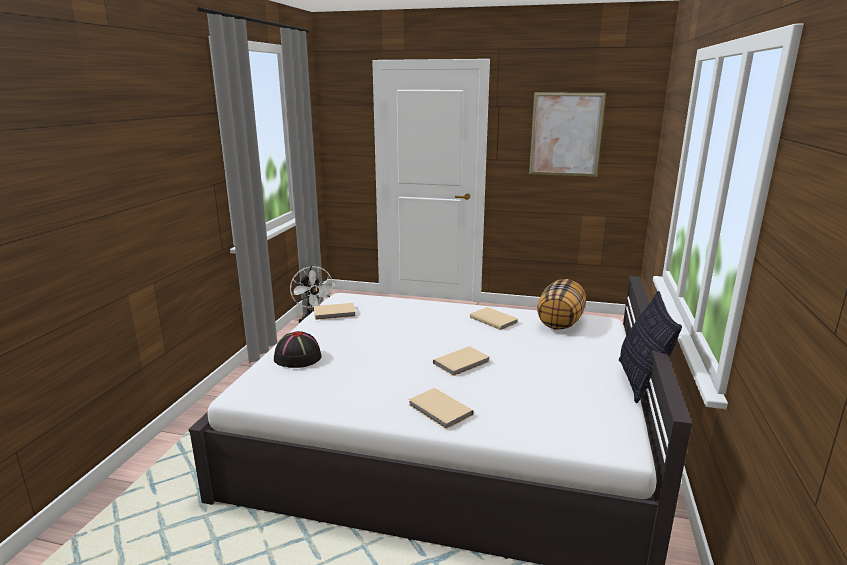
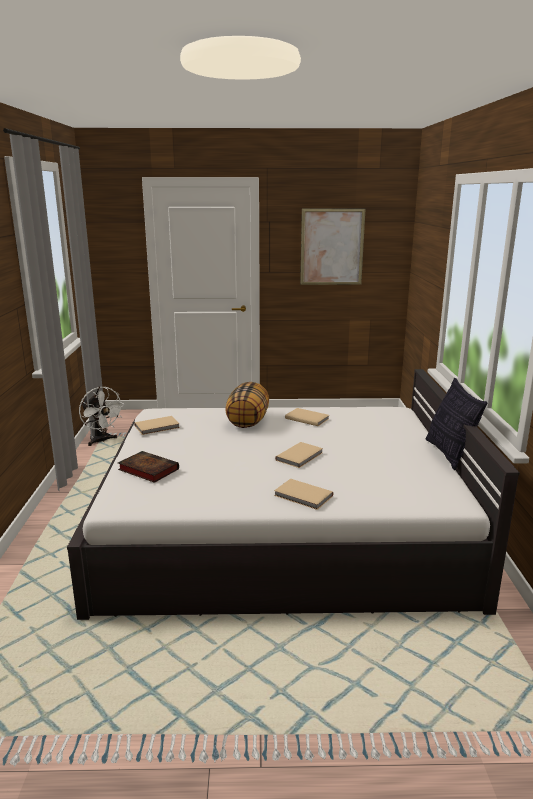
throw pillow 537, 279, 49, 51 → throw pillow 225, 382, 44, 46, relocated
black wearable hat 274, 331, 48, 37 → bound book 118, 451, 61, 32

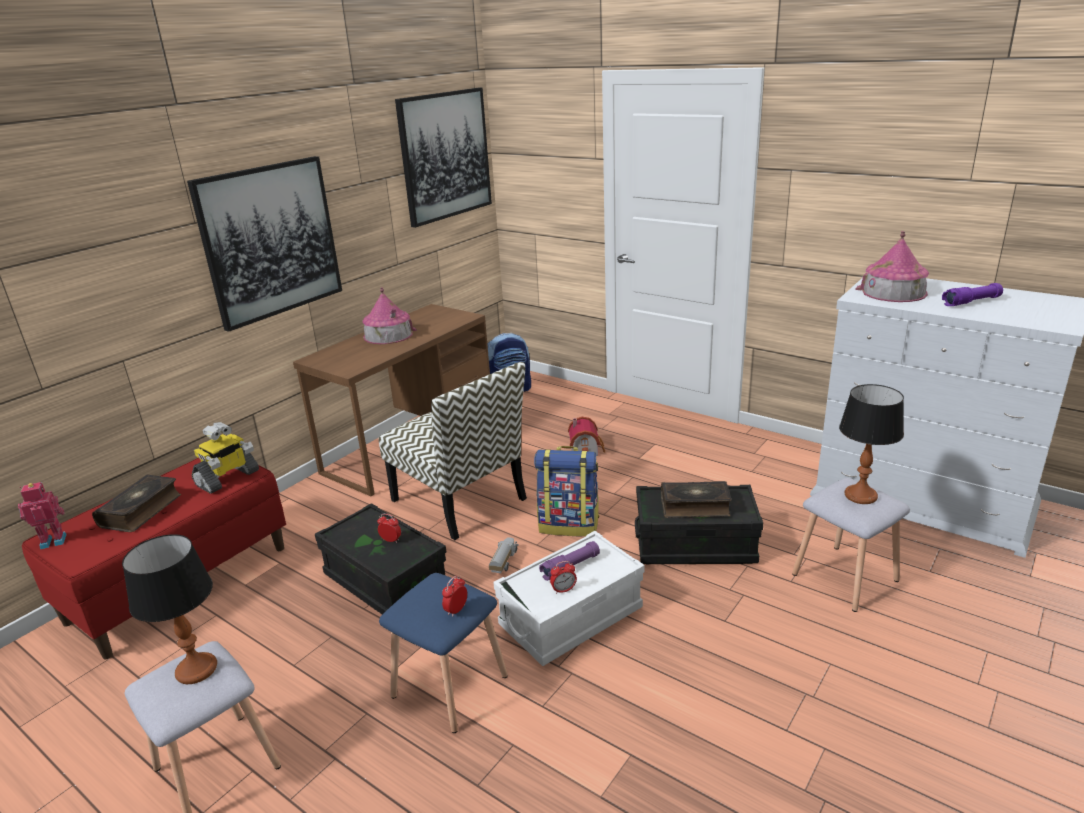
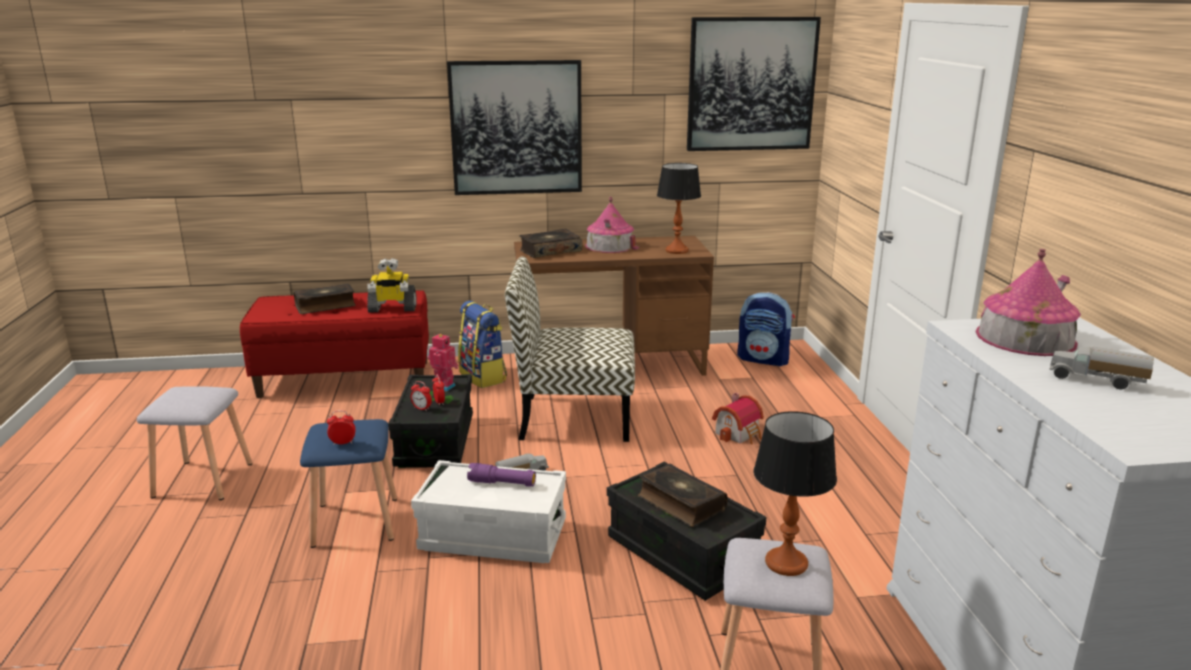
purple torch 942, 283, 61, 23 → model truck 1049, 347, 105, 42
chair 379, 362, 148, 178 → chair 505, 256, 130, 186, 90 degrees clockwise
rucksack 534, 446, 65, 90 → rucksack 458, 301, 49, 87, relocated
toy robot 18, 482, 49, 67 → toy robot 428, 334, 31, 58, relocated
table lamp 122, 534, 95, 150 → table lamp 657, 163, 44, 91, relocated
table clock 550, 561, 27, 33 → table clock 410, 381, 22, 30, relocated
- → bound book 519, 229, 64, 29

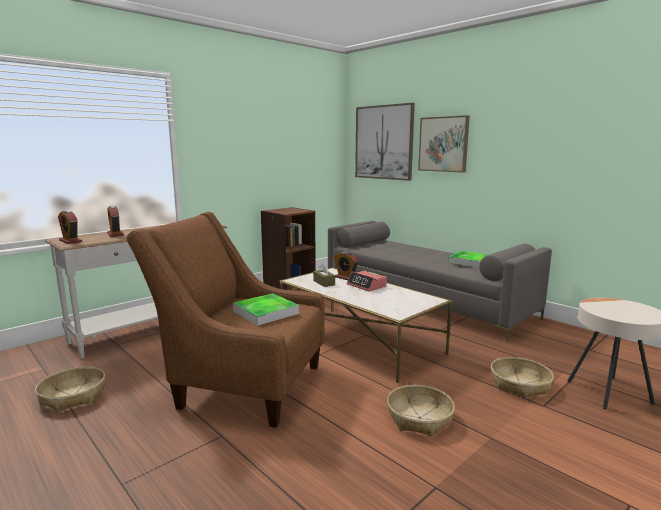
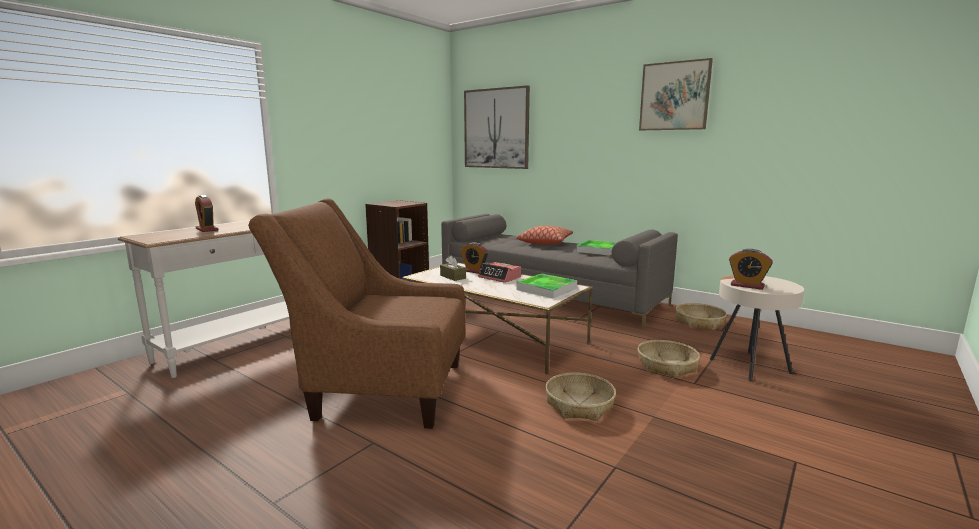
wall art 418, 115, 52, 58 → wall art 639, 58, 74, 72, relocated
table clock 58, 210, 24, 34 → table clock 729, 249, 44, 41, relocated
tray 233, 293, 66, 33 → tray 516, 273, 61, 25, relocated
storage basket 35, 367, 70, 45 → storage basket 676, 303, 51, 27, relocated
- → throw pillow 516, 226, 57, 19

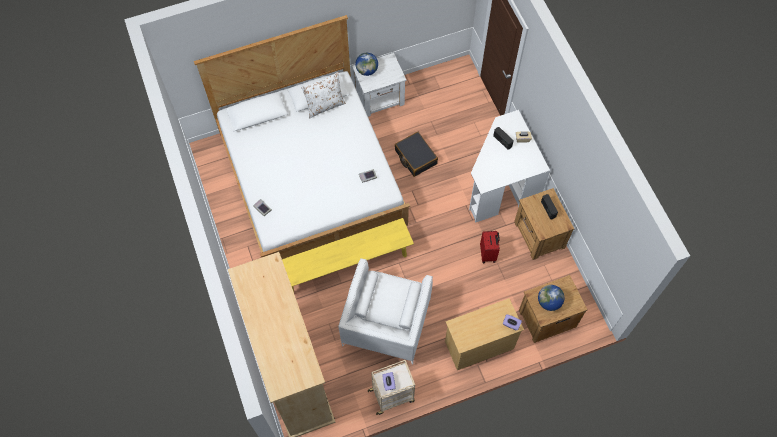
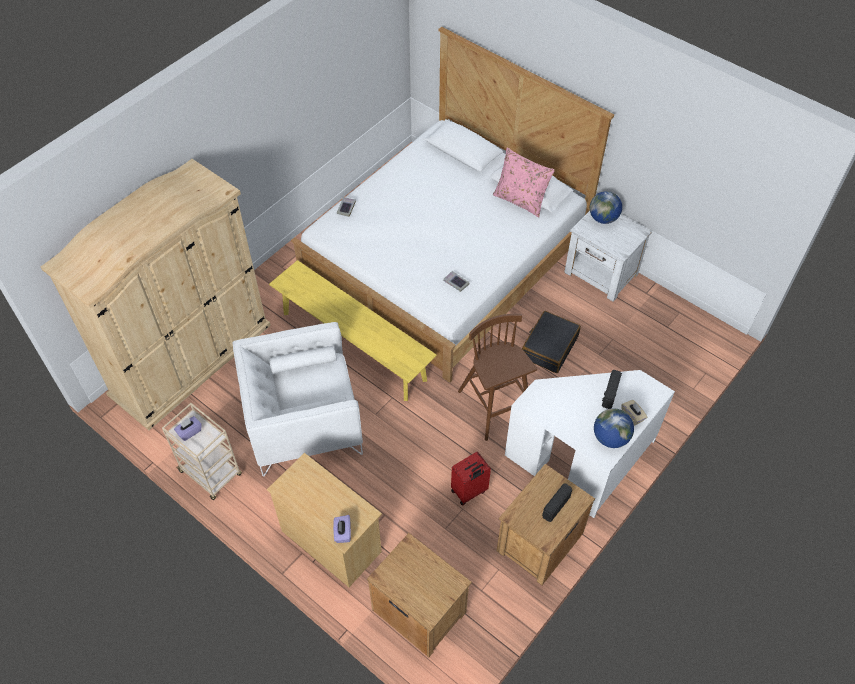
white throw pillow 301, 72, 45, 46 → pink-coloured throw pillow 493, 148, 62, 69
world globe 538, 285, 26, 26 → world globe 594, 408, 40, 40, relocated
- → brownish stool seat 458, 314, 79, 127

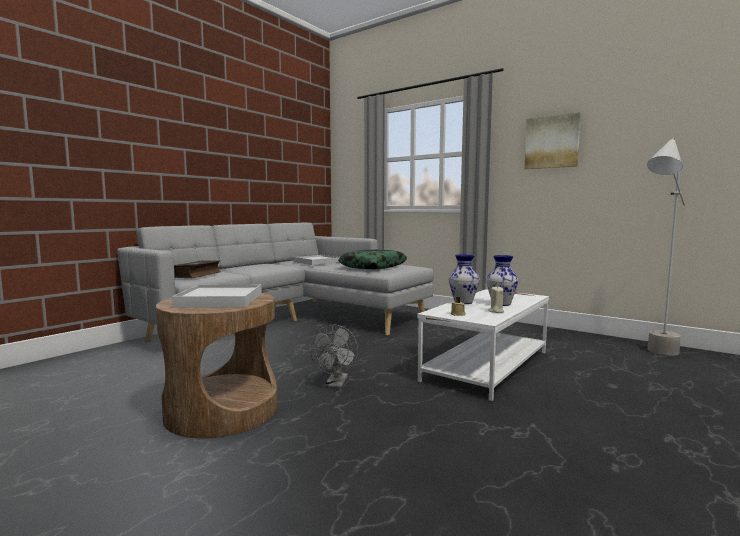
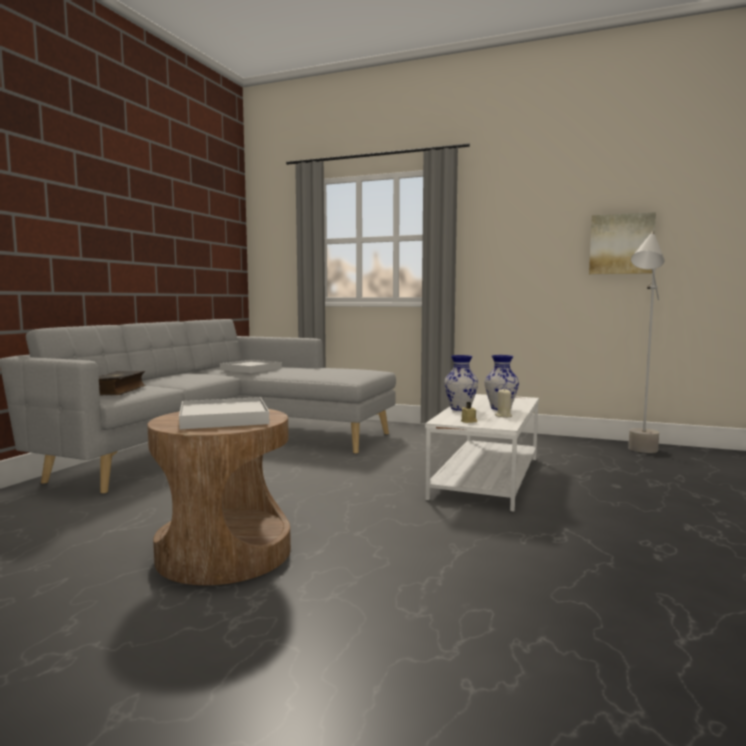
wall art 524, 112, 57, 57 → wall art 589, 212, 67, 62, relocated
throw pillow 338, 249, 69, 20 → -
gray electric fan 310, 325, 48, 63 → -

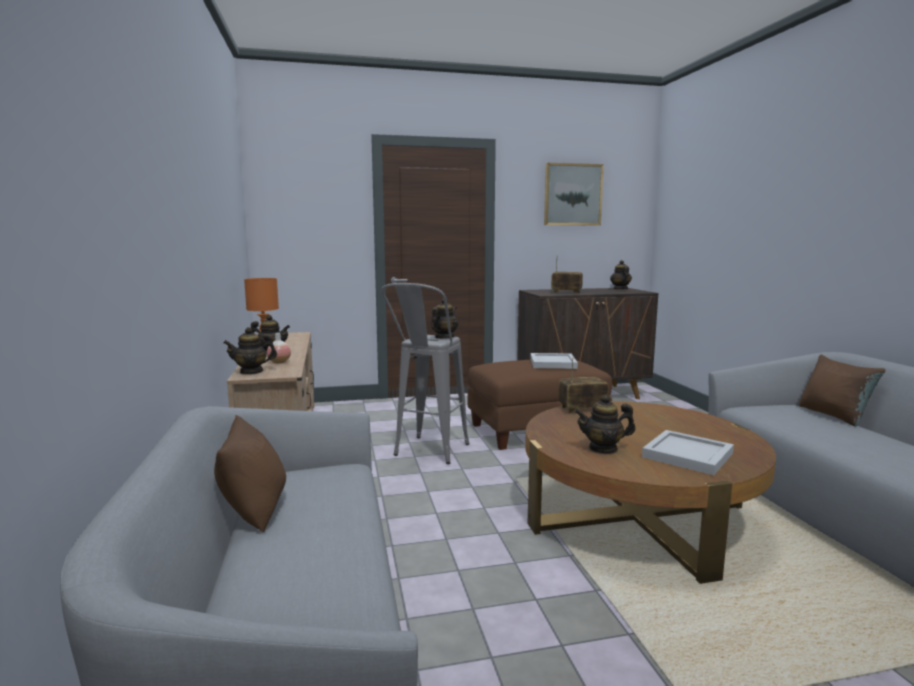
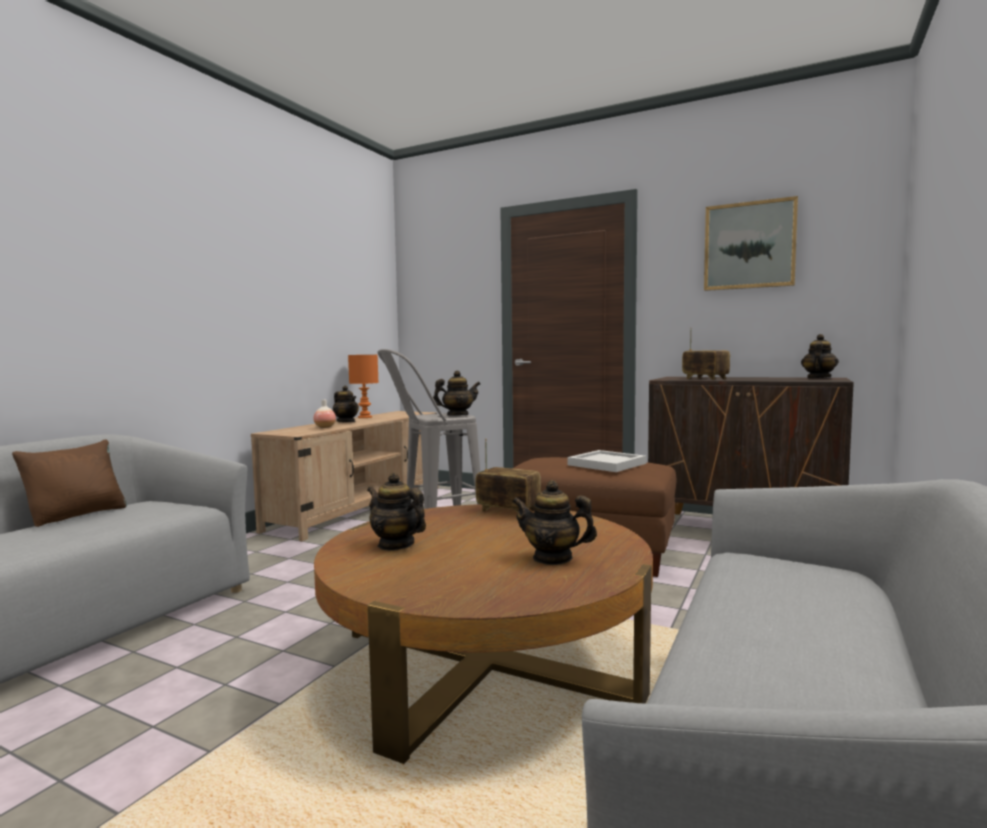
teapot 223, 327, 54, 48 → teapot 512, 480, 85, 85, relocated
brownish throw pillow 799, 354, 87, 73 → -
white tray 642, 430, 92, 45 → -

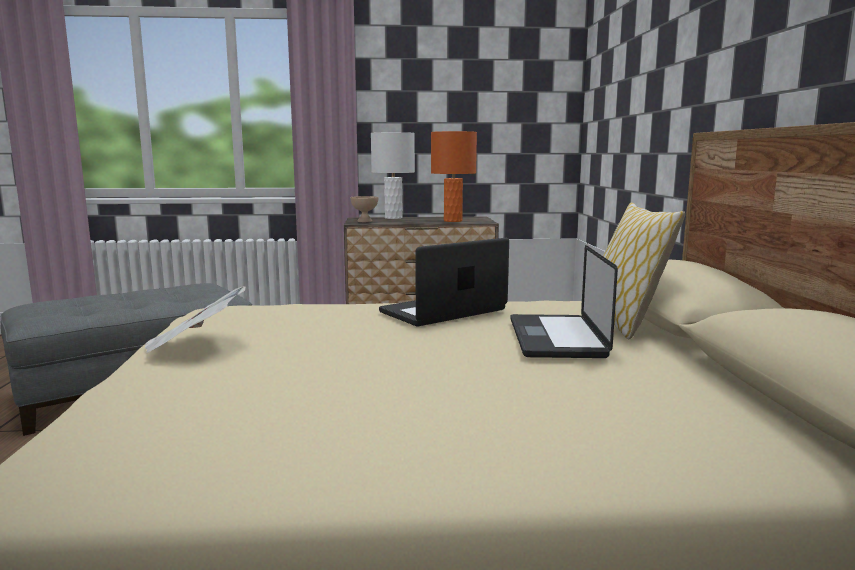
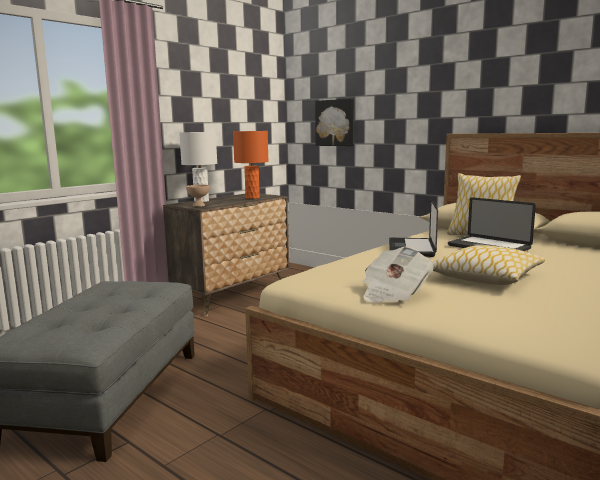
- → wall art 315, 99, 39, 47
- → throw pillow 432, 245, 113, 40

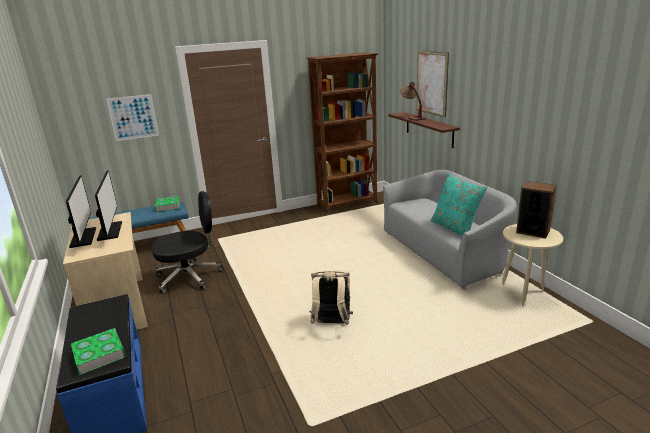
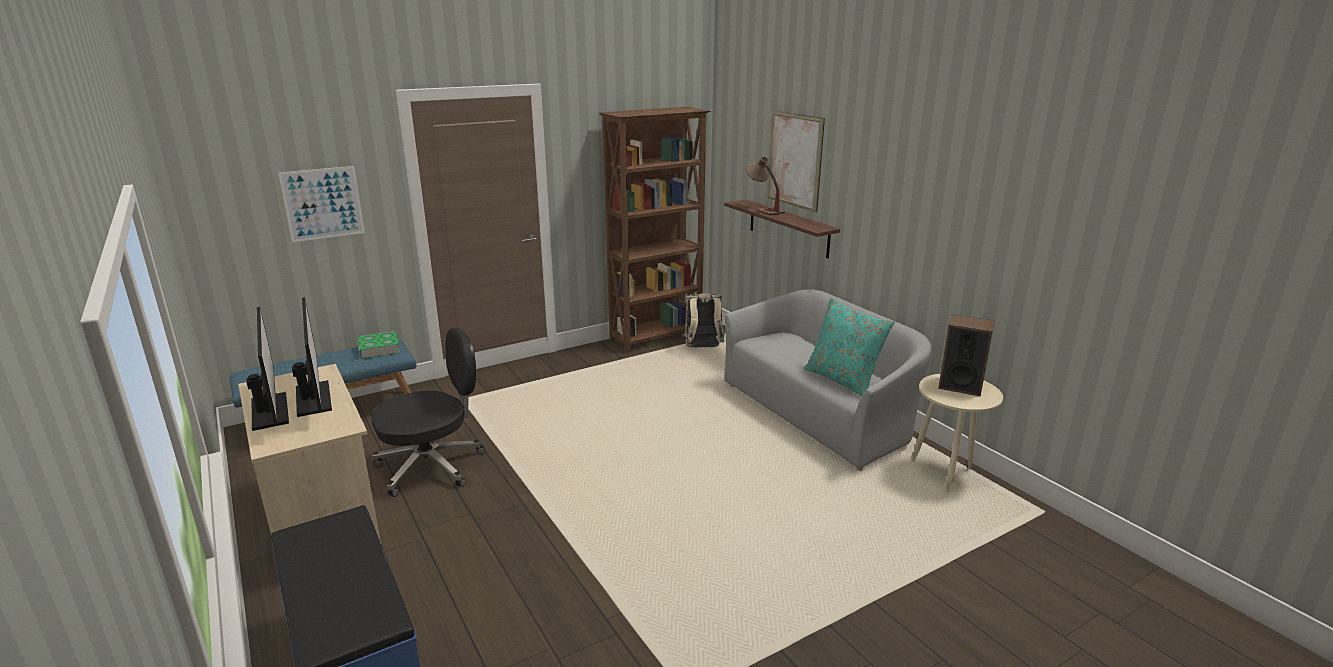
beige-coloured rucksack 310, 270, 43, 55 → beige-coloured rucksack 683, 293, 42, 54, relocated
bound book 71, 328, 55, 47 → -

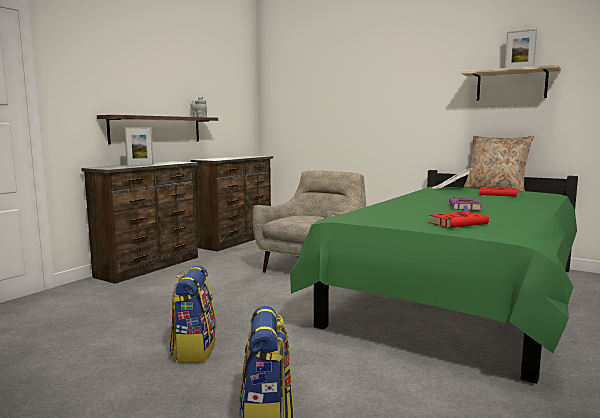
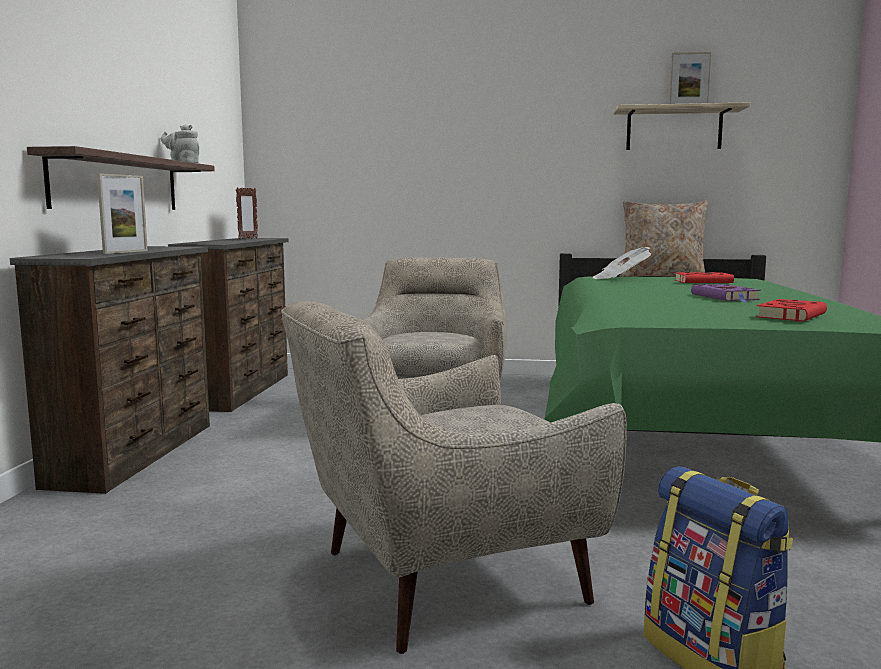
rucksack 169, 265, 48, 98 → beige-coloured lounge chair 281, 301, 346, 353
- → photo frame 236, 187, 22, 52

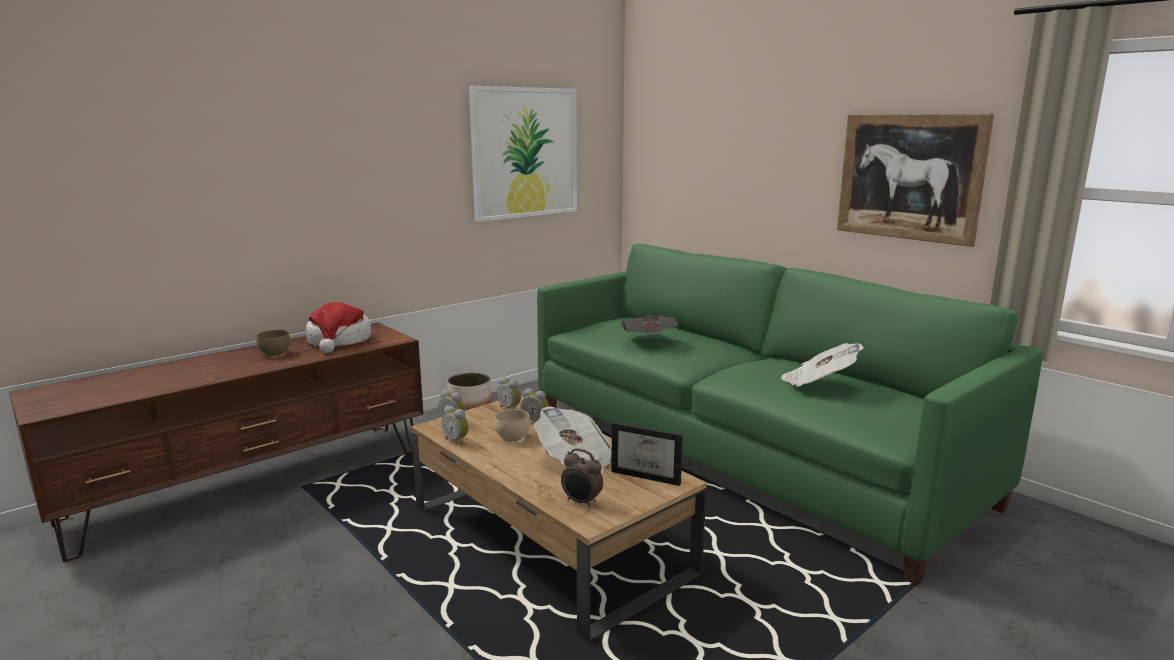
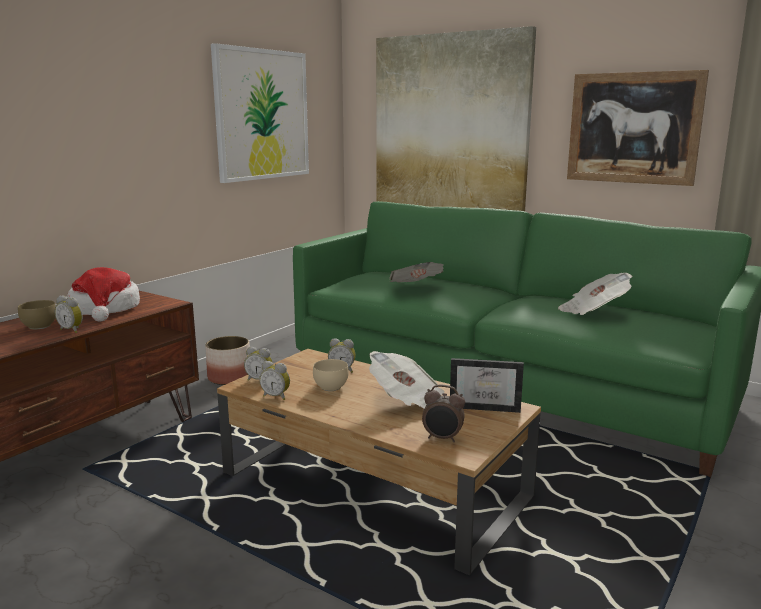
table clock 497, 377, 24, 32 → table clock 55, 295, 28, 38, relocated
- → wall art 376, 26, 160, 185

